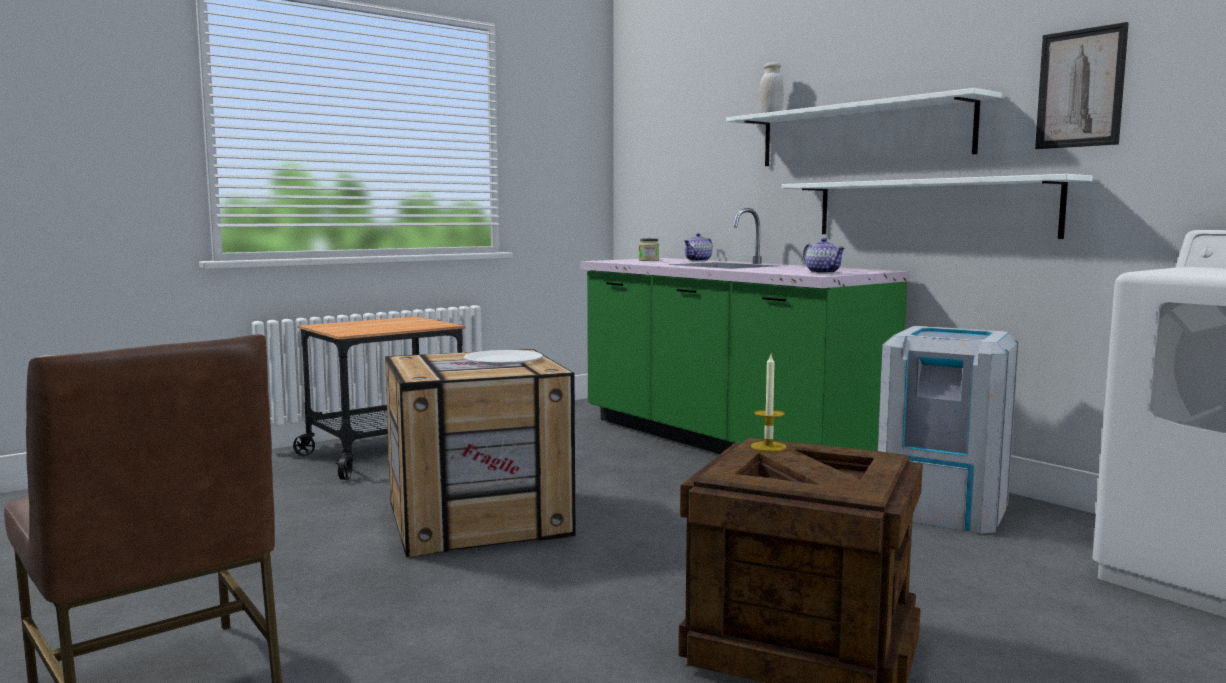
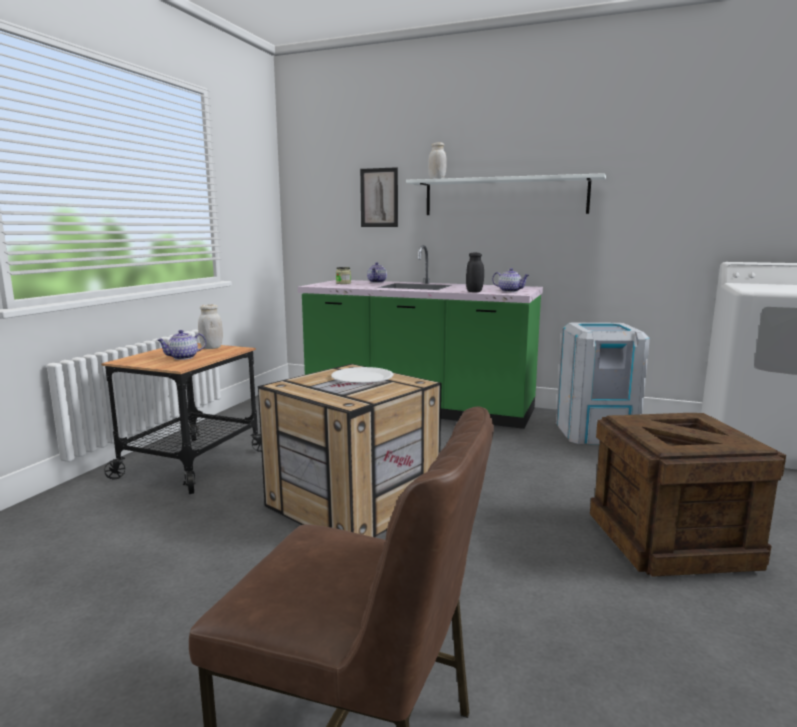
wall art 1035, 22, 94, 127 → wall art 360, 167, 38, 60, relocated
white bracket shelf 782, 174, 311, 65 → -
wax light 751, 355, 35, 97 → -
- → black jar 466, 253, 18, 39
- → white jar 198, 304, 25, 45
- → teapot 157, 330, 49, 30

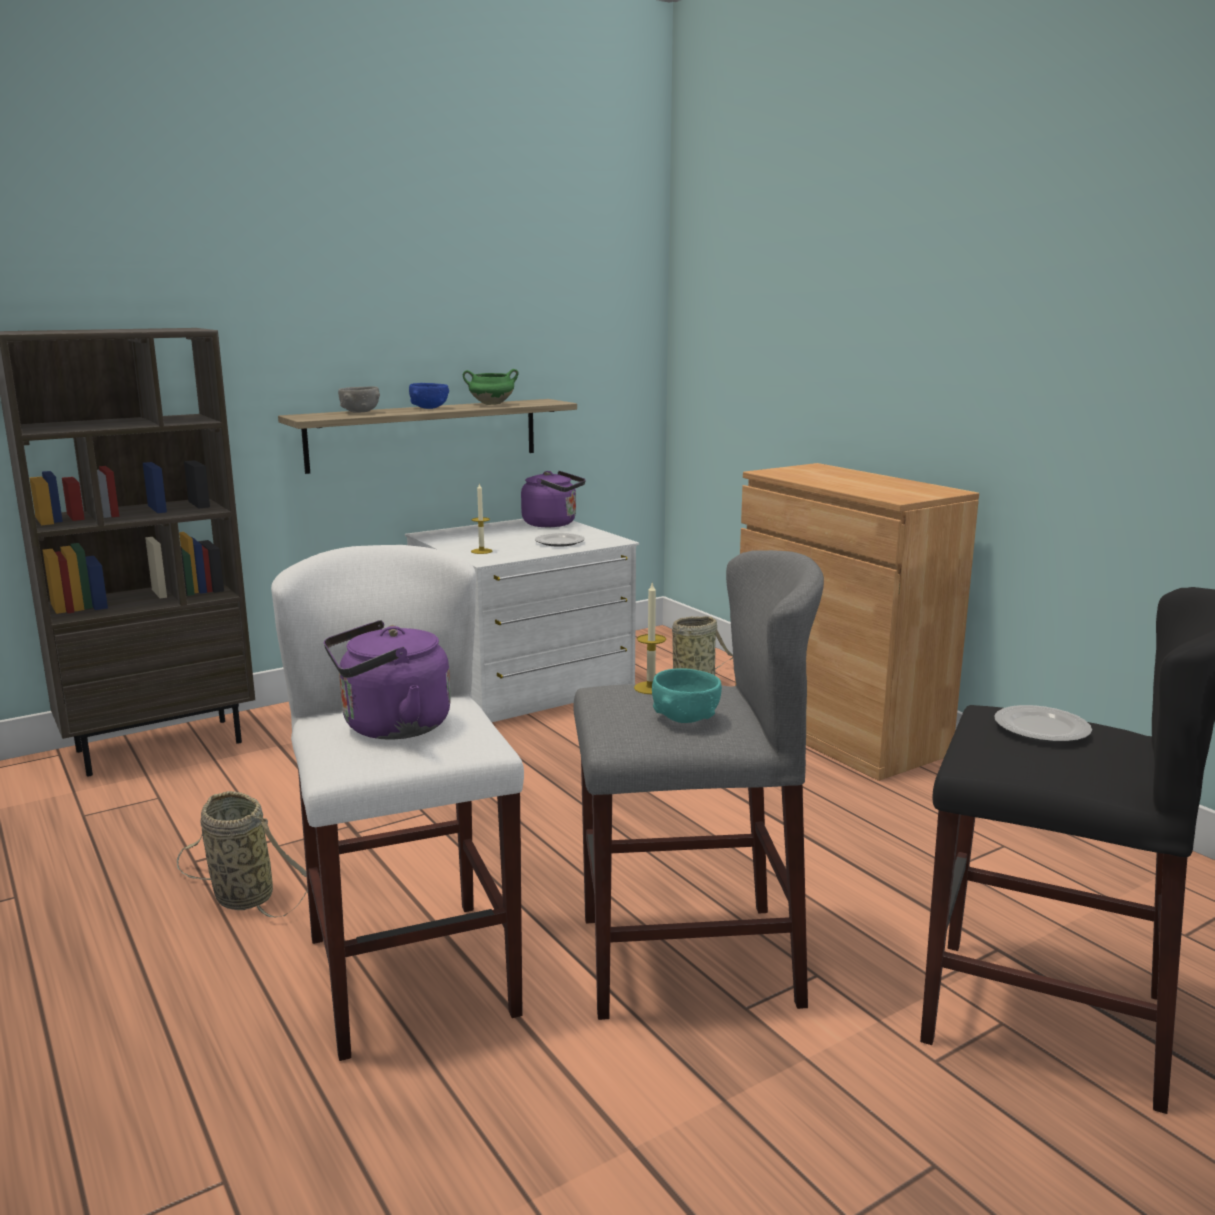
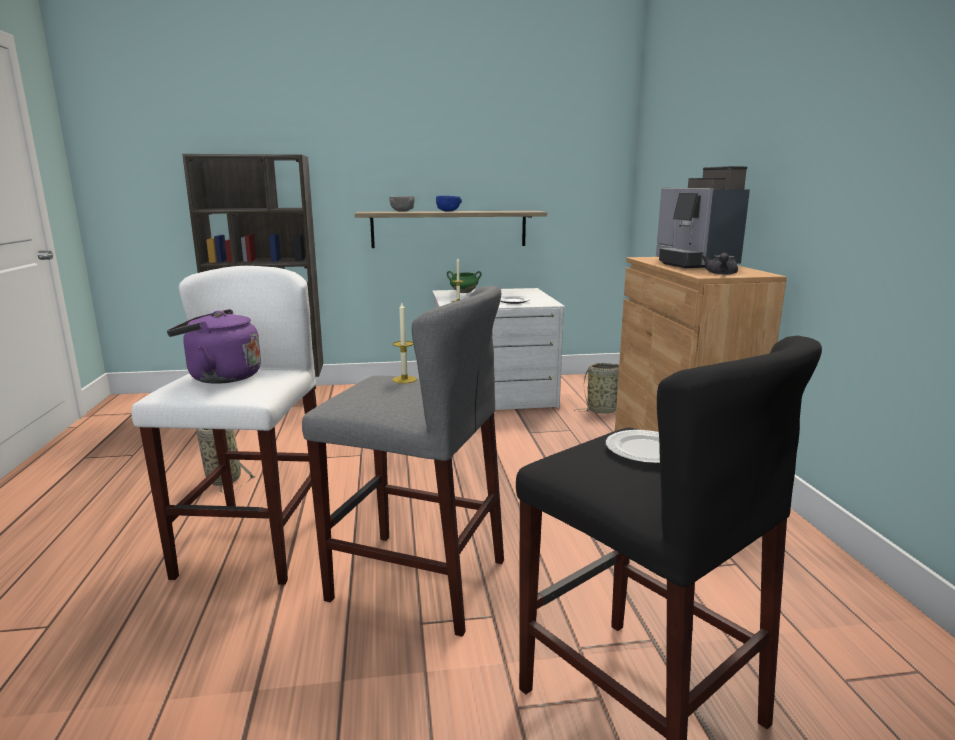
green saucepot 463, 369, 55, 36 → green saucepot 447, 271, 35, 22, relocated
purple tea kettle 521, 471, 64, 56 → -
turquoise serving bowl 652, 668, 70, 55 → -
- → coffee machine 656, 166, 94, 102
- → gray teapot 702, 253, 36, 22

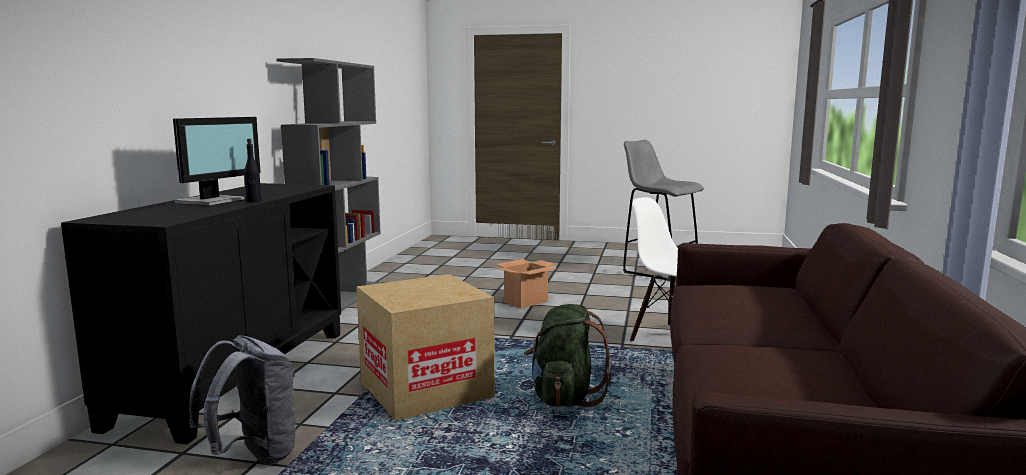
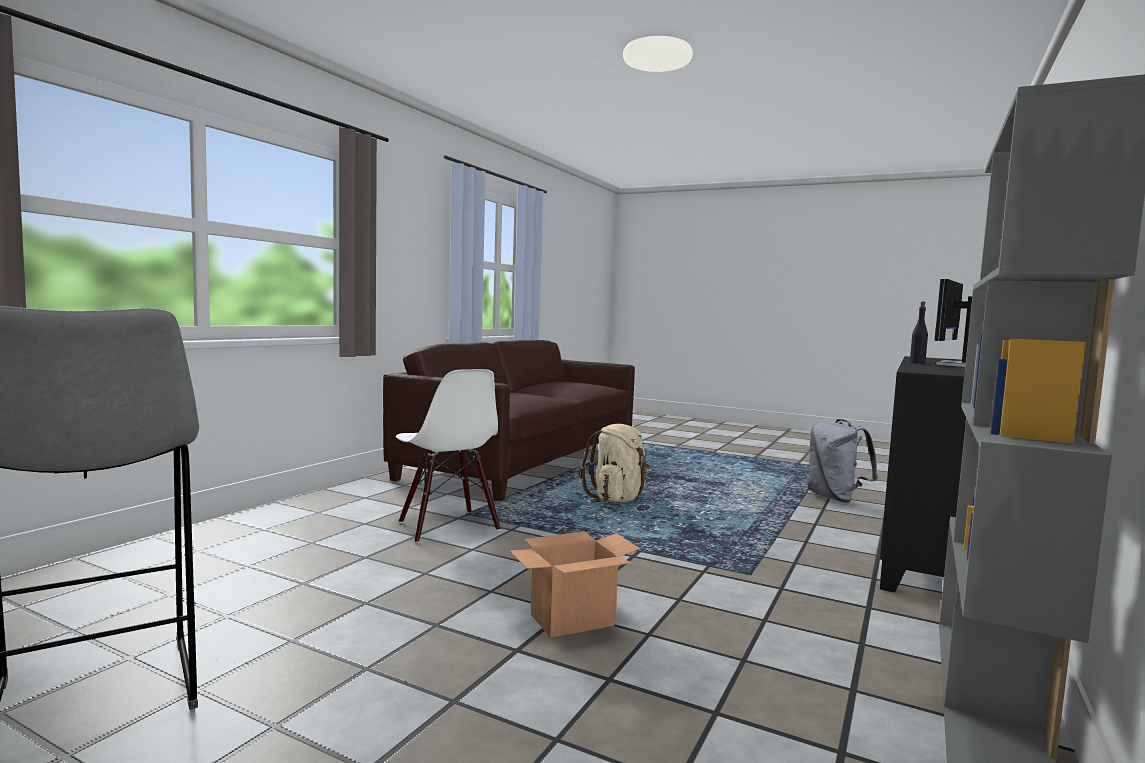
carton 357, 274, 138, 147 → -
green rucksack 524, 304, 88, 103 → beige-coloured rucksack 579, 424, 72, 78

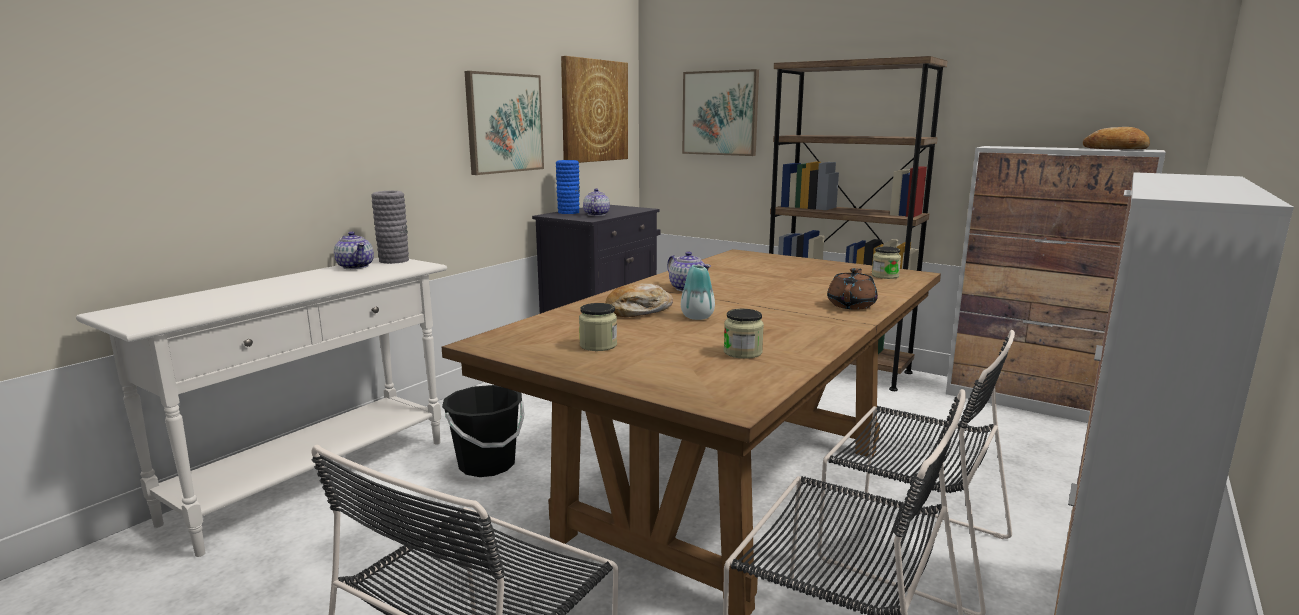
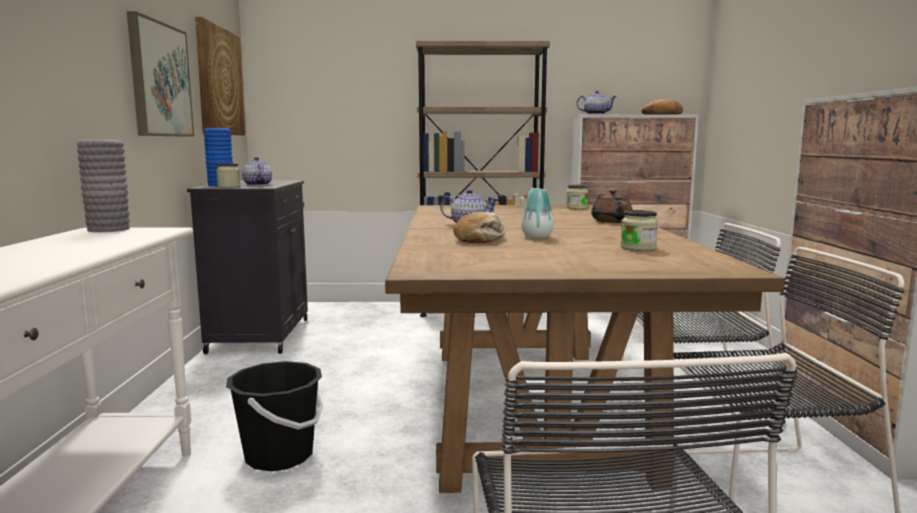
wall art 682, 69, 77, 87 → -
teapot 334, 231, 40, 38 → teapot 577, 91, 40, 23, relocated
jar 579, 303, 38, 48 → jar 216, 163, 25, 25, relocated

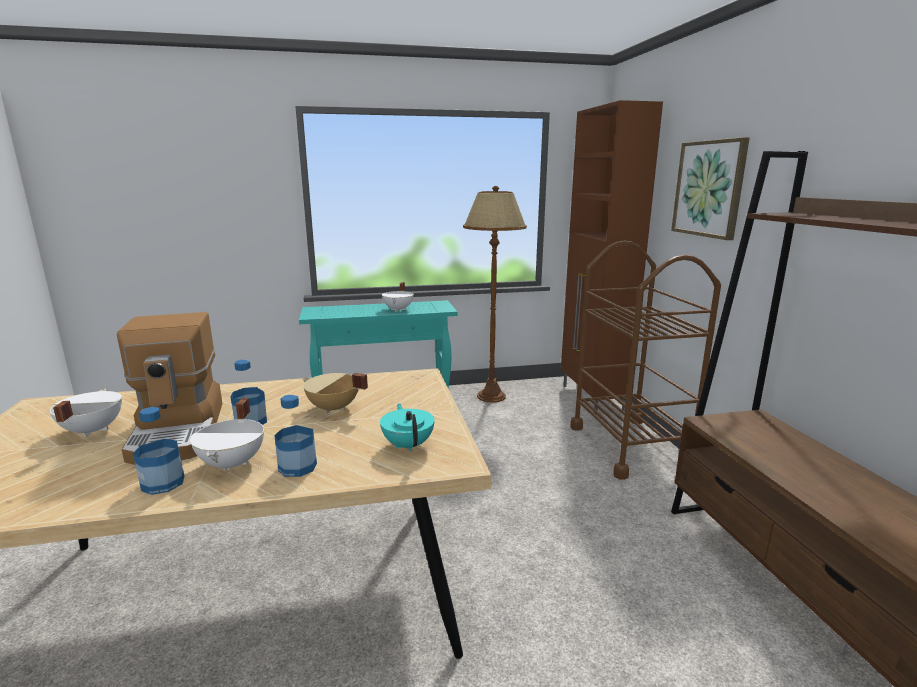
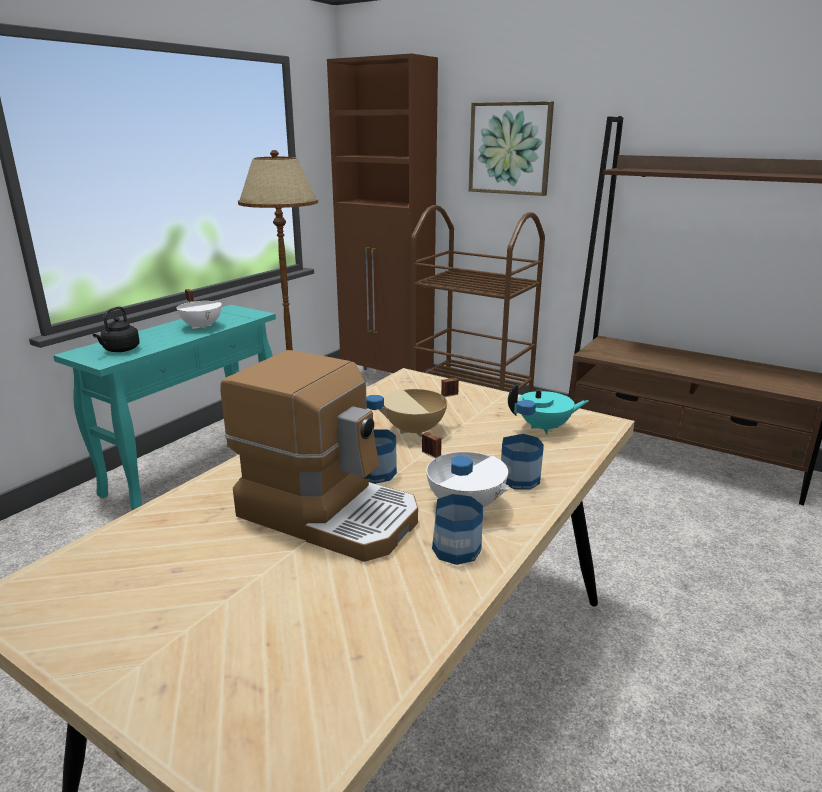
white saucepot 50, 388, 72, 49 → -
turquoise teapot 380, 403, 55, 49 → turquoise teapot 508, 384, 81, 50, 150 degrees clockwise
- → black tea kettle 93, 306, 47, 46

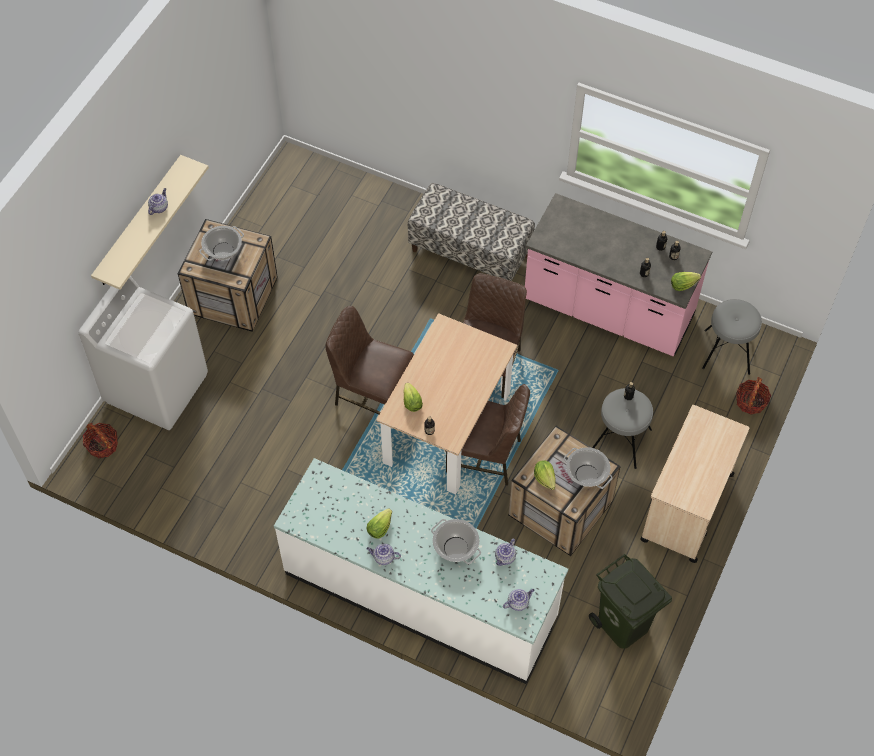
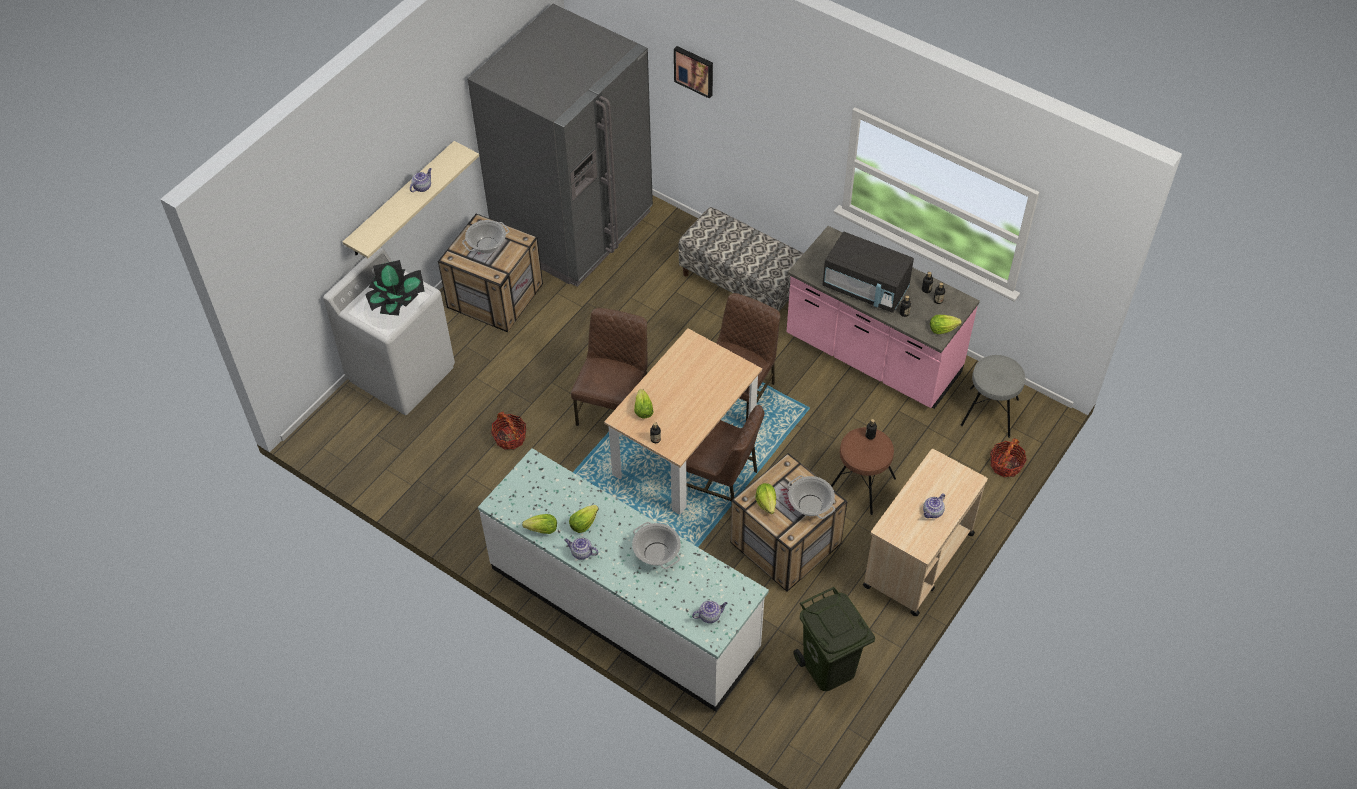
brownish chair 325, 306, 89, 108 → brownish chair 571, 308, 77, 118, 75 degrees clockwise
gray stool seat 592, 388, 61, 81 → brownish stool seat 831, 427, 65, 88
storage basket 83, 423, 35, 35 → storage basket 491, 411, 35, 39, relocated
teapot 495, 539, 21, 27 → teapot 923, 493, 22, 25, relocated
- → gray fridge 468, 4, 185, 283
- → wall art 674, 46, 39, 53
- → black microwave 823, 232, 91, 81
- → potted plant 365, 260, 60, 56
- → lettuce head 522, 514, 35, 20

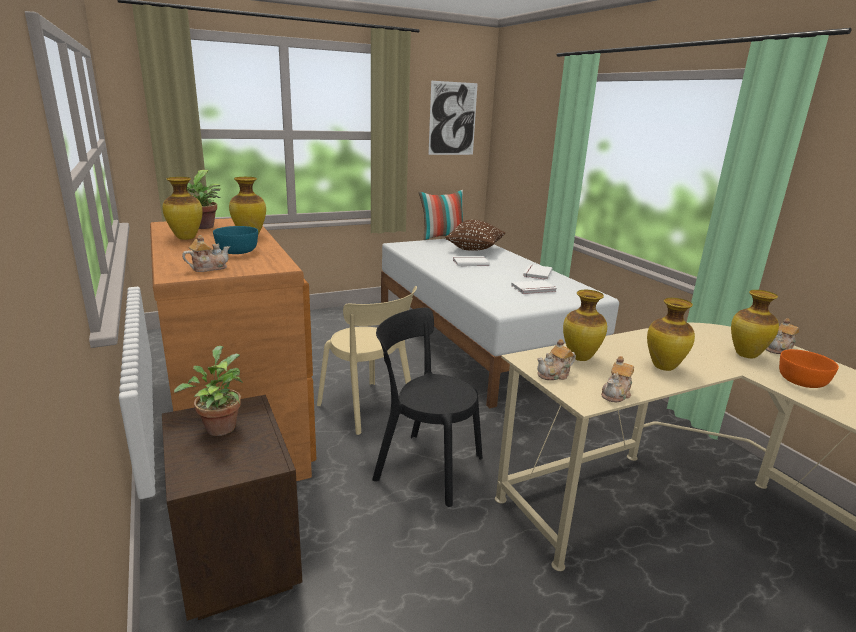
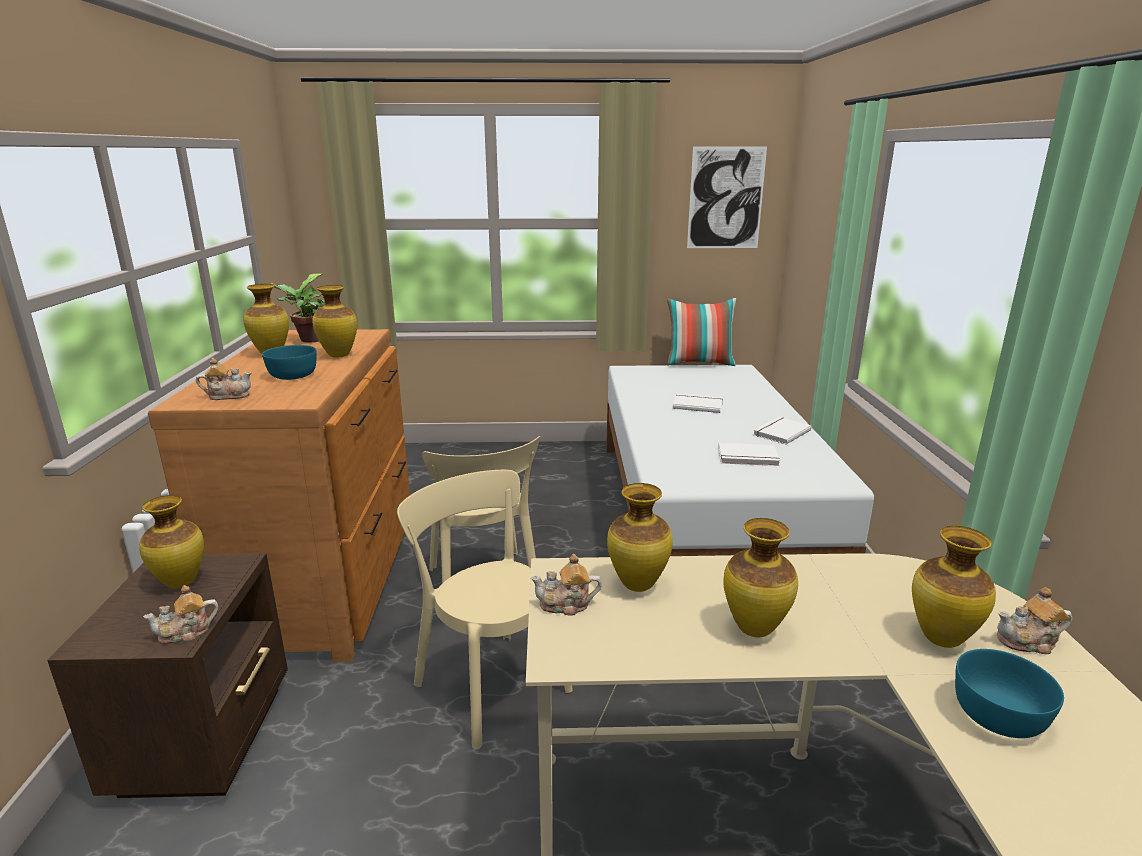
brownish throw pillow 445, 220, 60, 31 → -
black chair 372, 308, 111, 199 → beige-coloured chair 397, 470, 176, 279
potted plant 174, 346, 69, 90 → decorative vase 139, 495, 65, 94
orange serving bowl 779, 349, 60, 39 → turquoise serving bowl 955, 649, 109, 89
teapot 601, 356, 33, 46 → teapot 143, 585, 75, 59, relocated

